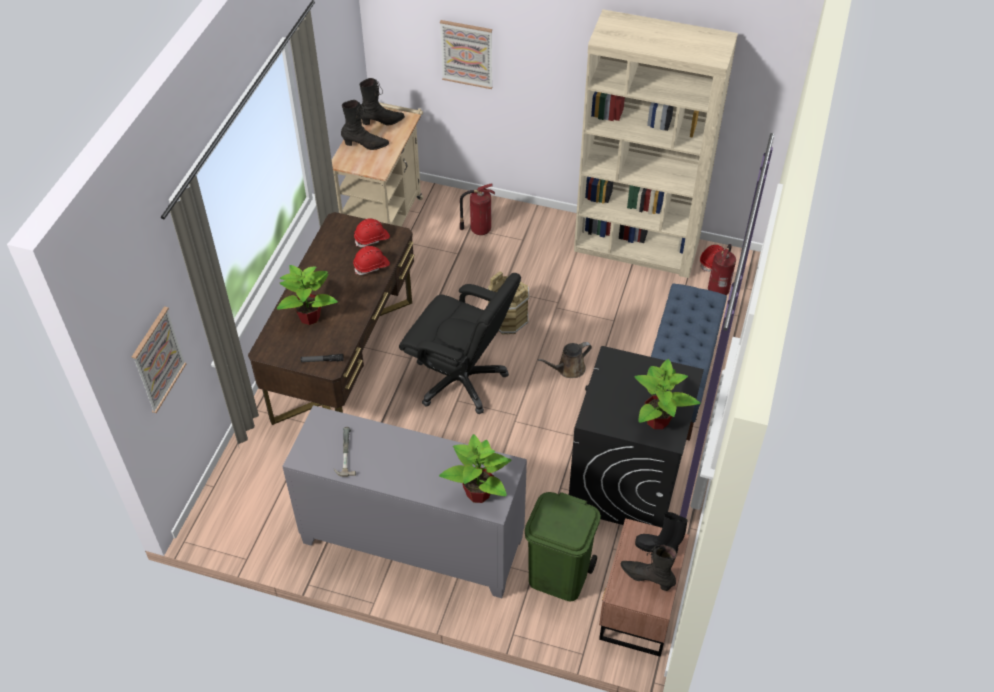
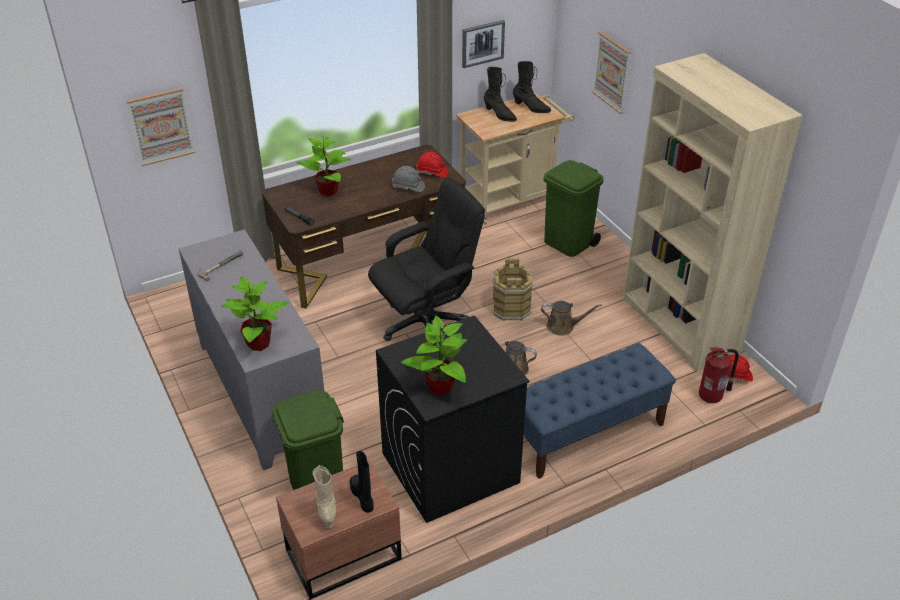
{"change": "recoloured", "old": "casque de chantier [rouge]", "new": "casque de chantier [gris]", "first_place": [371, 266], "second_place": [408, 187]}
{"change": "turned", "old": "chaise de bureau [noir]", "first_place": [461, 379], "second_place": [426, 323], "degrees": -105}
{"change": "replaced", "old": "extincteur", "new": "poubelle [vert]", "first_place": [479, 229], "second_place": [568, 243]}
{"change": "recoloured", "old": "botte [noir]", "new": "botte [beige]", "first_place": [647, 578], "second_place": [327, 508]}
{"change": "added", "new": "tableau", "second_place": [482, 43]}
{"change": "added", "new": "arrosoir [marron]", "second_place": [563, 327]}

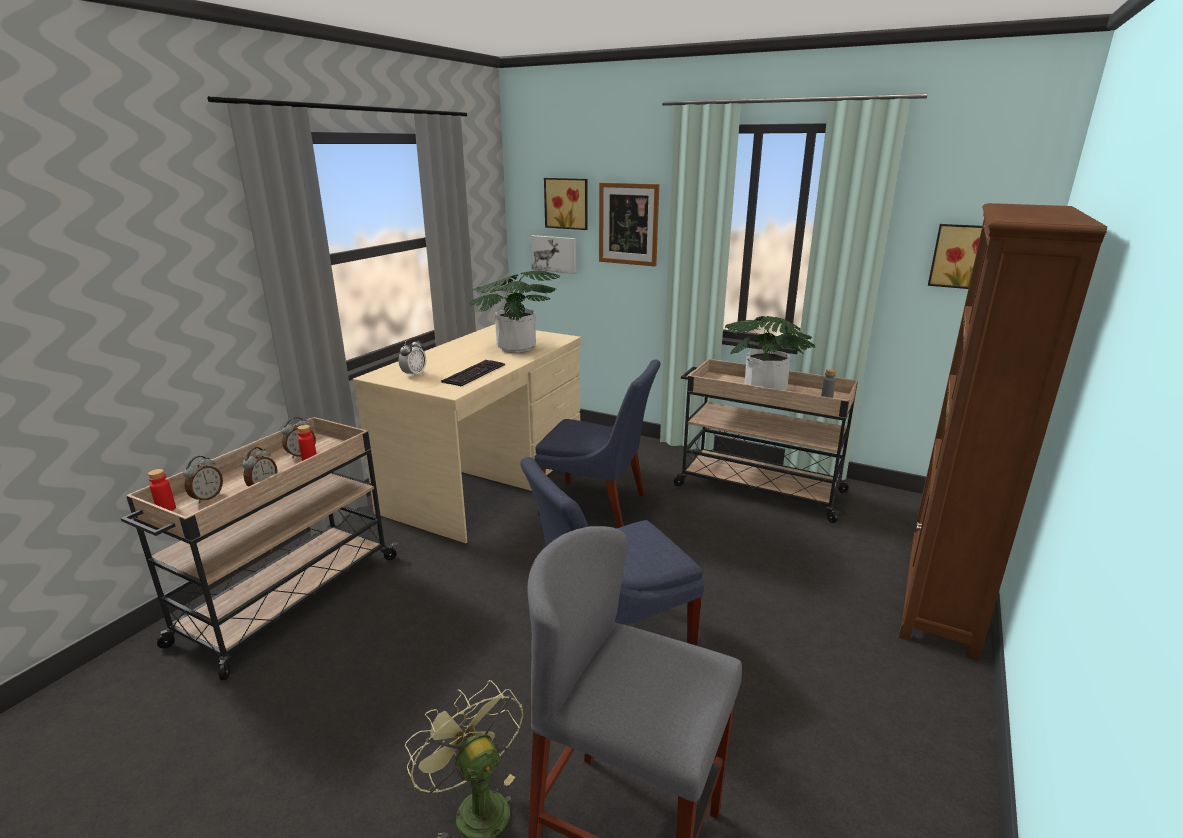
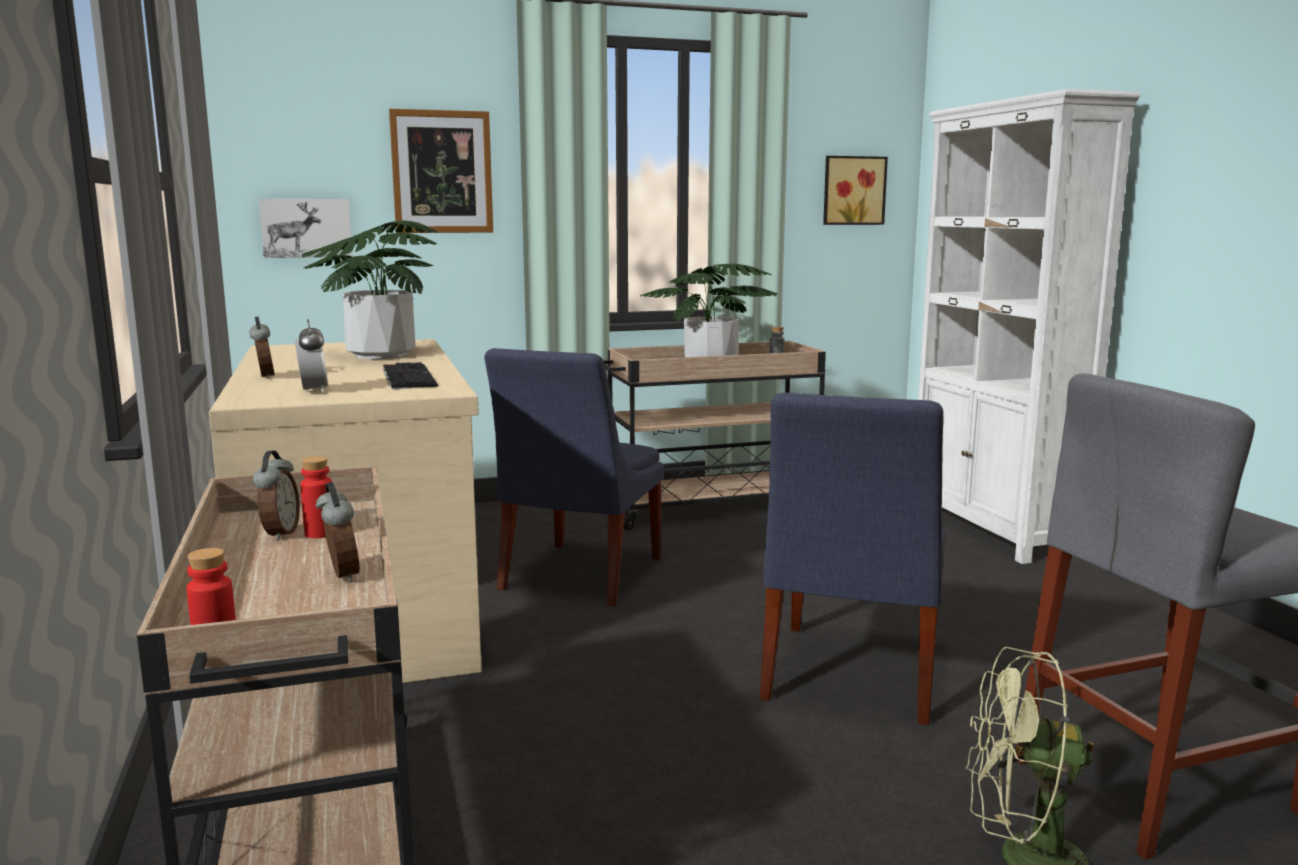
{"change": "moved", "old": "réveil", "first_place": [207, 497], "second_place": [264, 377]}
{"change": "turned", "old": "chaise [bleu]", "first_place": [598, 506], "second_place": [578, 576], "degrees": 135}
{"change": "removed", "old": "tableau", "first_place": [567, 203]}
{"change": "recoloured", "old": "bibliothèque [marron]", "new": "bibliothèque [blanc]", "first_place": [940, 597], "second_place": [992, 529]}

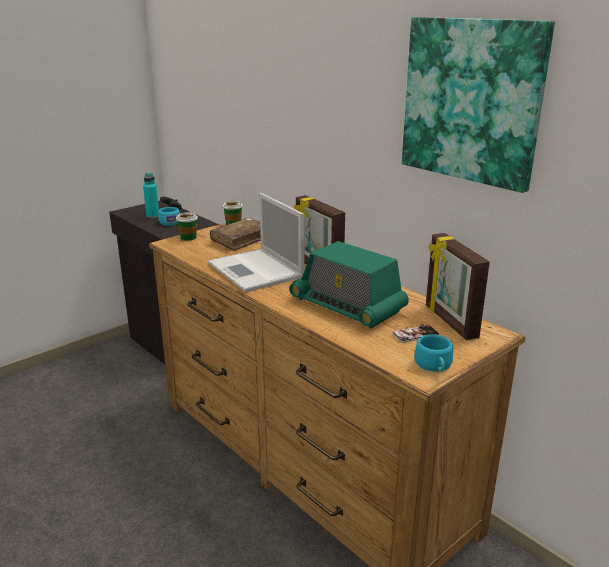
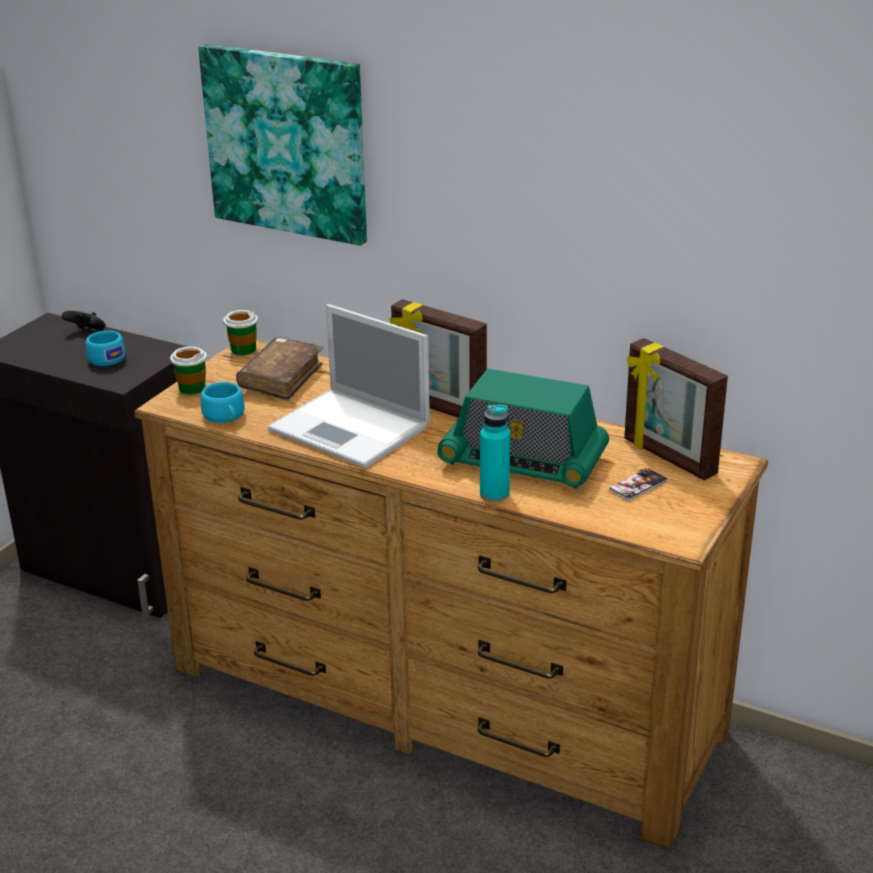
{"change": "moved", "old": "bouteille [turquoise]", "first_place": [153, 216], "second_place": [494, 494]}
{"change": "moved", "old": "tableau", "first_place": [472, 101], "second_place": [287, 142]}
{"change": "moved", "old": "tasse [turquoise]", "first_place": [434, 366], "second_place": [225, 417]}

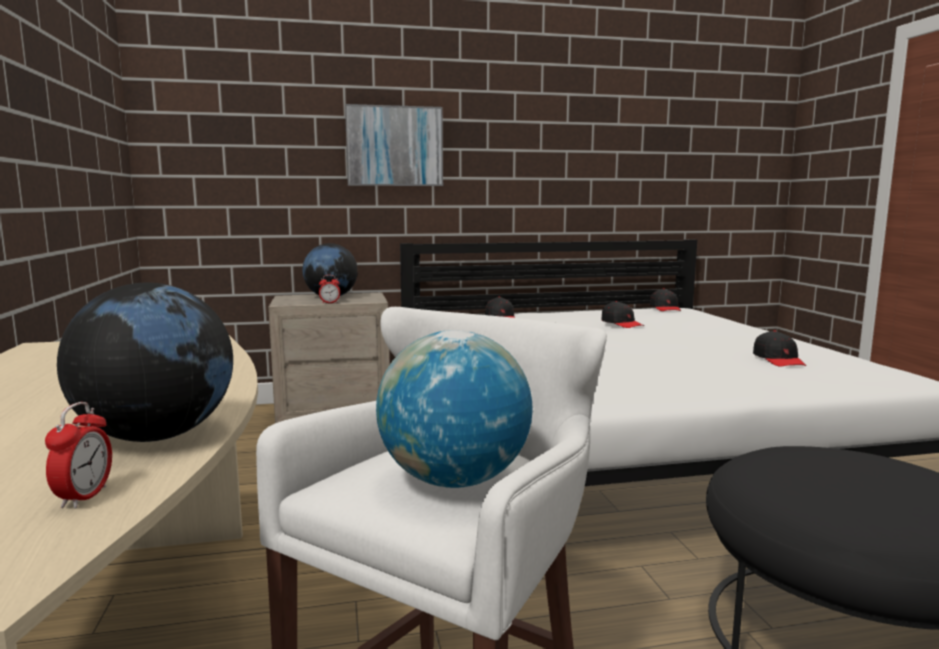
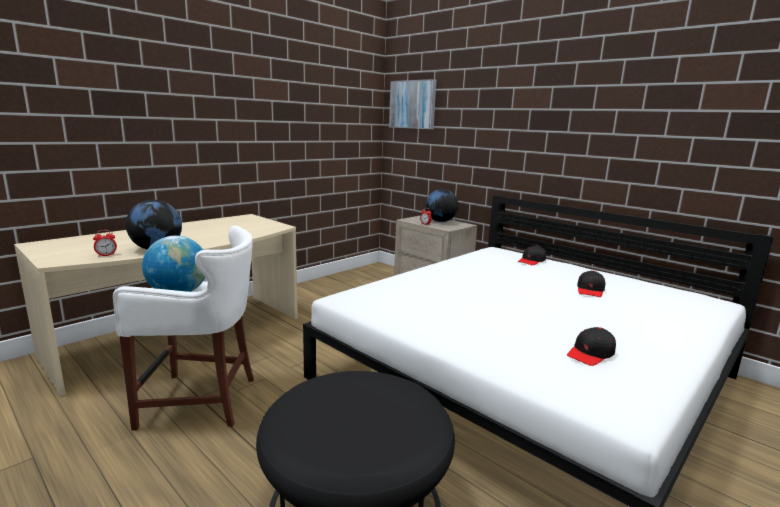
{"change": "moved", "old": "tableau", "first_place": [394, 146], "second_place": [412, 104]}
{"change": "removed", "old": "casquette [noir]", "first_place": [665, 308]}

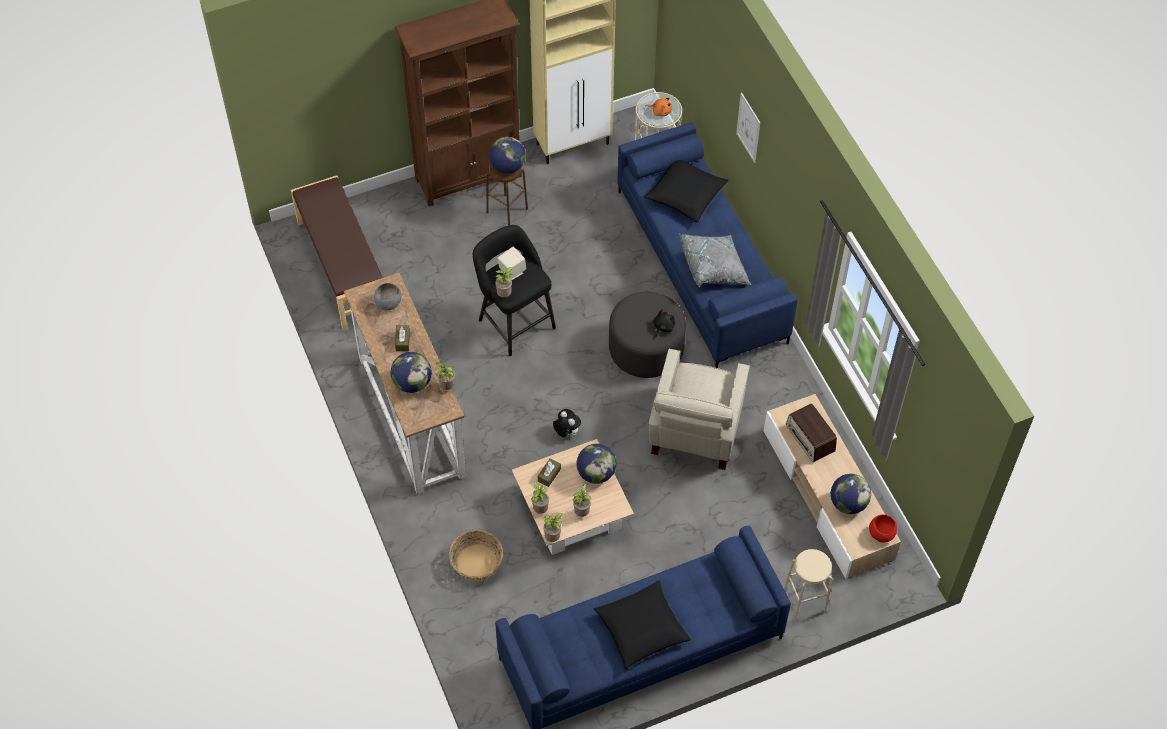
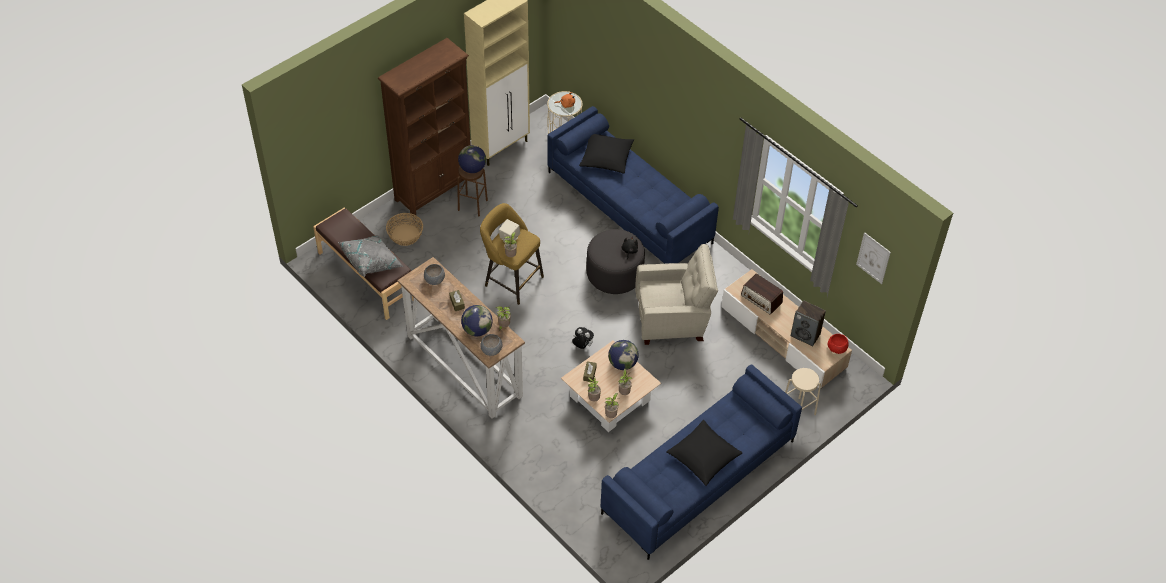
{"change": "moved", "old": "panier", "first_place": [477, 562], "second_place": [405, 235]}
{"change": "recoloured", "old": "tabouret [noir]", "new": "tabouret [jaune]", "first_place": [514, 321], "second_place": [511, 280]}
{"change": "turned", "old": "fauteuil [beige]", "first_place": [694, 432], "second_place": [673, 320], "degrees": -90}
{"change": "moved", "old": "coussin [gris]", "first_place": [714, 268], "second_place": [372, 262]}
{"change": "moved", "old": "tableau", "first_place": [748, 127], "second_place": [873, 258]}
{"change": "replaced", "old": "globe", "new": "enceinte", "first_place": [848, 503], "second_place": [805, 335]}
{"change": "added", "new": "bol [gris]", "second_place": [491, 350]}

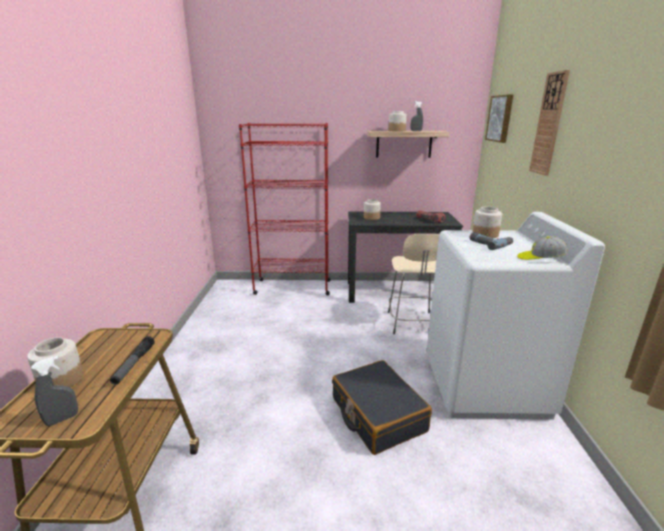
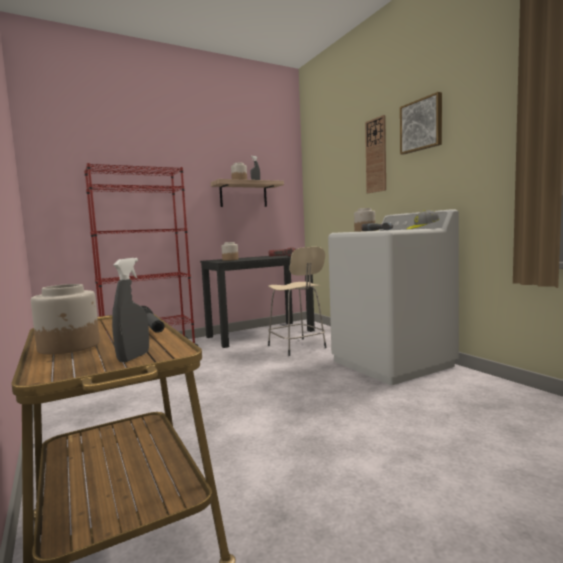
{"change": "removed", "old": "valise [noir]", "first_place": [377, 415]}
{"change": "moved", "old": "tableau", "first_place": [500, 118], "second_place": [421, 125]}

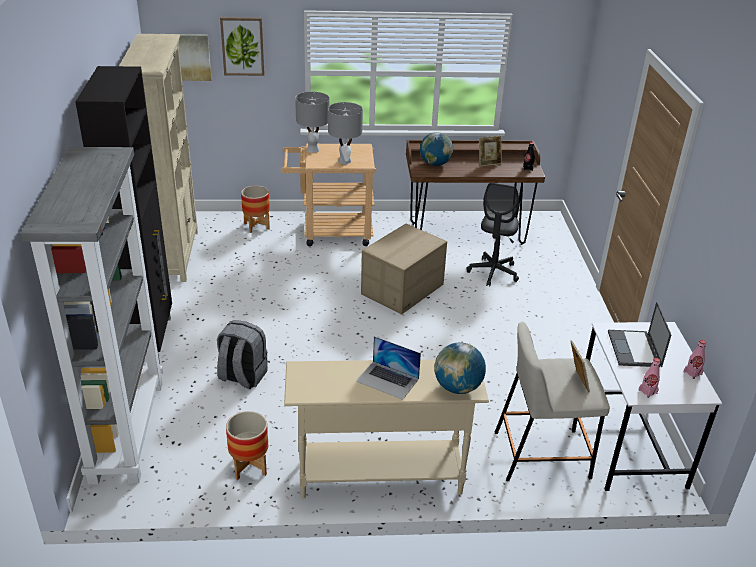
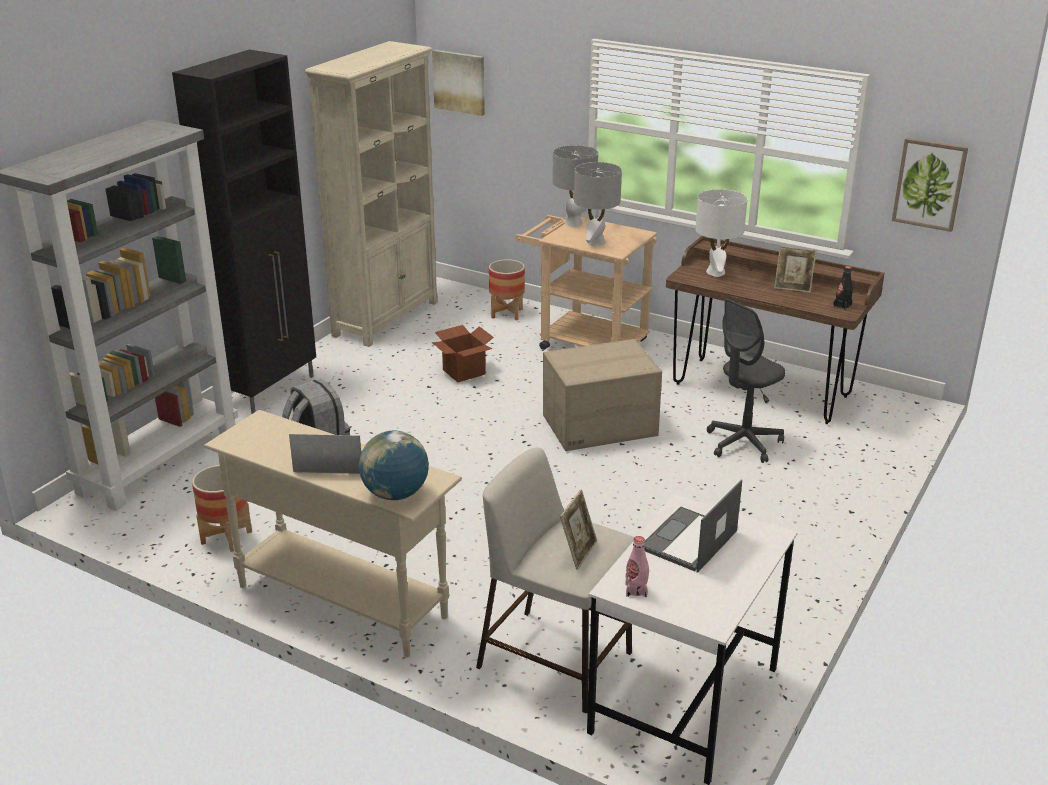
{"change": "moved", "old": "tableau", "first_place": [242, 46], "second_place": [929, 184]}
{"change": "turned", "old": "ordinateur portable", "first_place": [387, 380], "second_place": [332, 460], "degrees": 120}
{"change": "replaced", "old": "globe", "new": "lampe de table [blanc]", "first_place": [435, 164], "second_place": [716, 272]}
{"change": "removed", "old": "bouteille [rose]", "first_place": [692, 373]}
{"change": "added", "new": "carton", "second_place": [464, 372]}

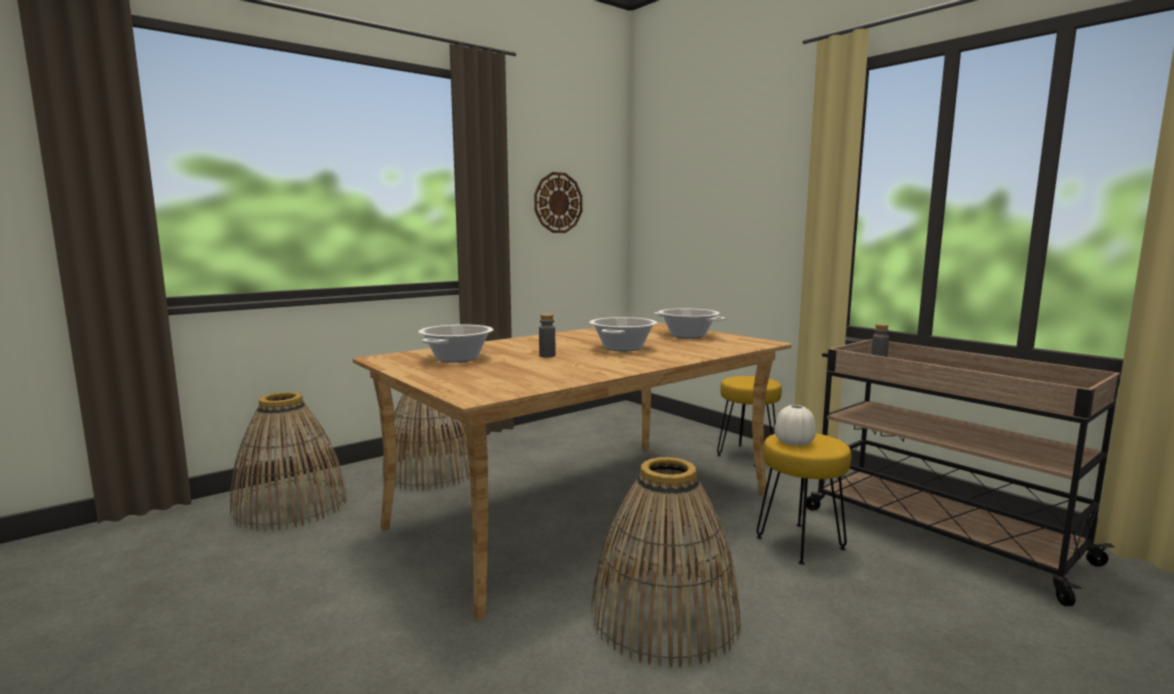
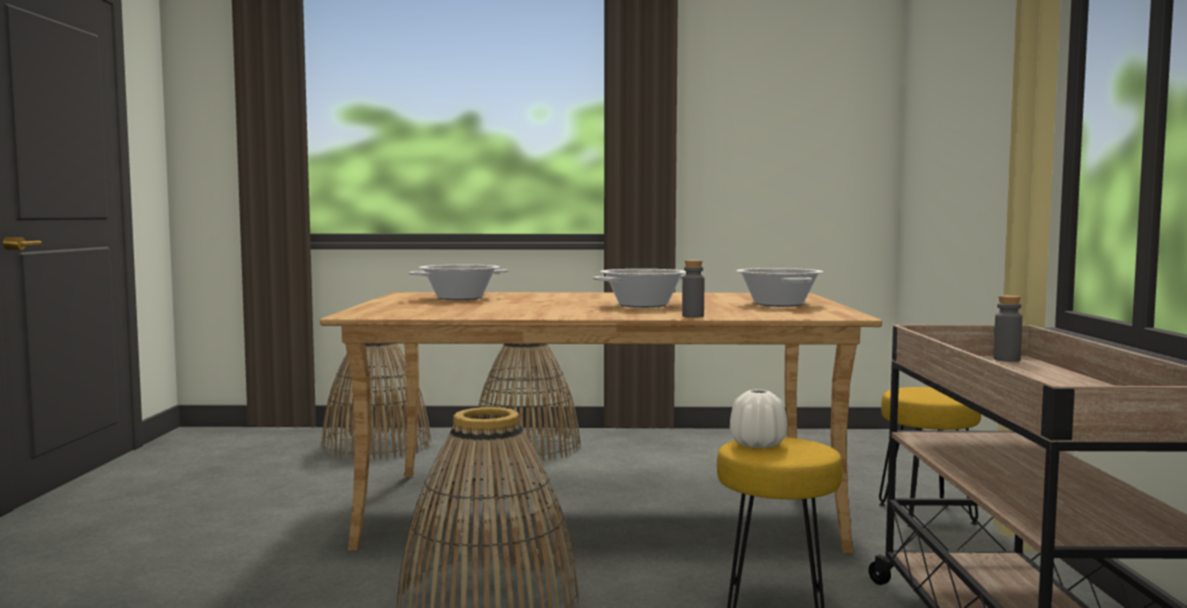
{"change": "removed", "old": "horloge murale", "first_place": [558, 203]}
{"change": "moved", "old": "bouteille [gris]", "first_place": [547, 355], "second_place": [693, 316]}

